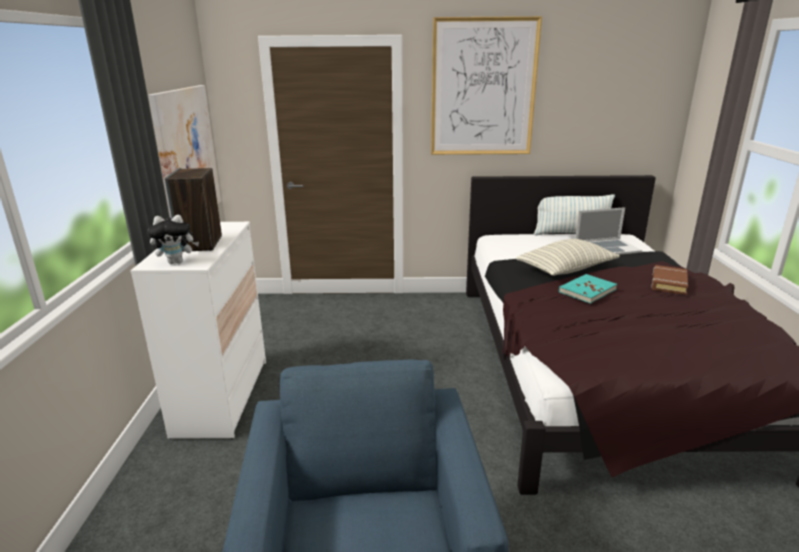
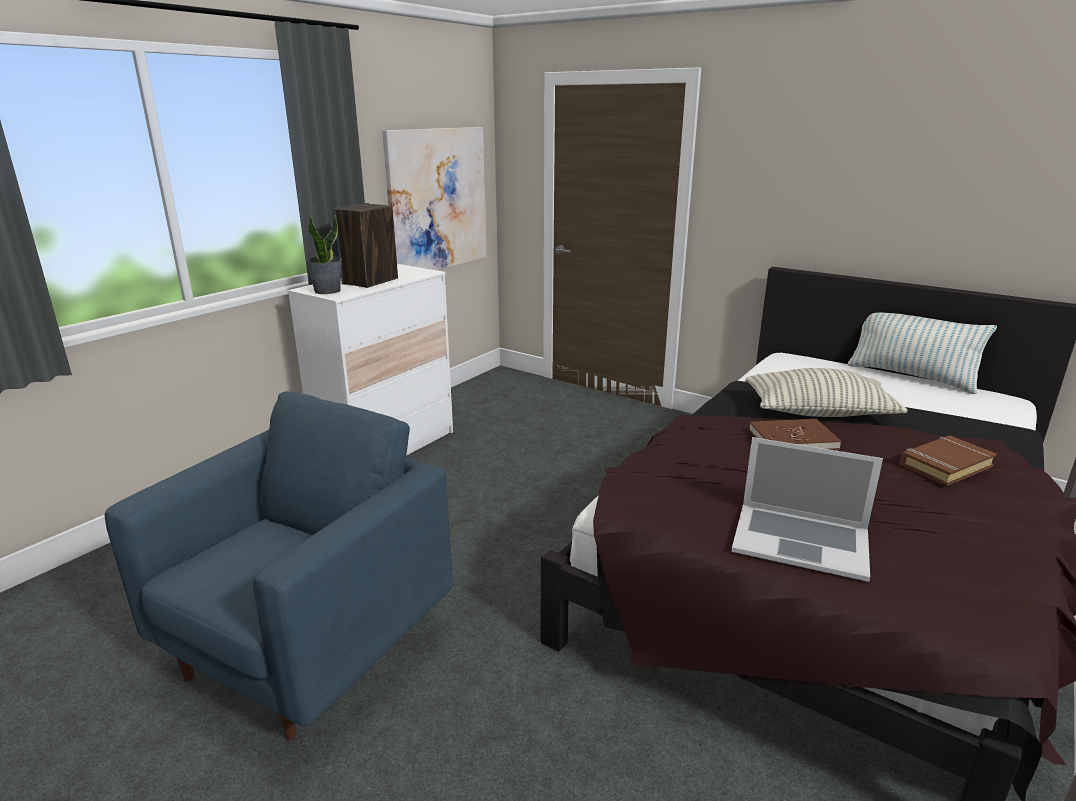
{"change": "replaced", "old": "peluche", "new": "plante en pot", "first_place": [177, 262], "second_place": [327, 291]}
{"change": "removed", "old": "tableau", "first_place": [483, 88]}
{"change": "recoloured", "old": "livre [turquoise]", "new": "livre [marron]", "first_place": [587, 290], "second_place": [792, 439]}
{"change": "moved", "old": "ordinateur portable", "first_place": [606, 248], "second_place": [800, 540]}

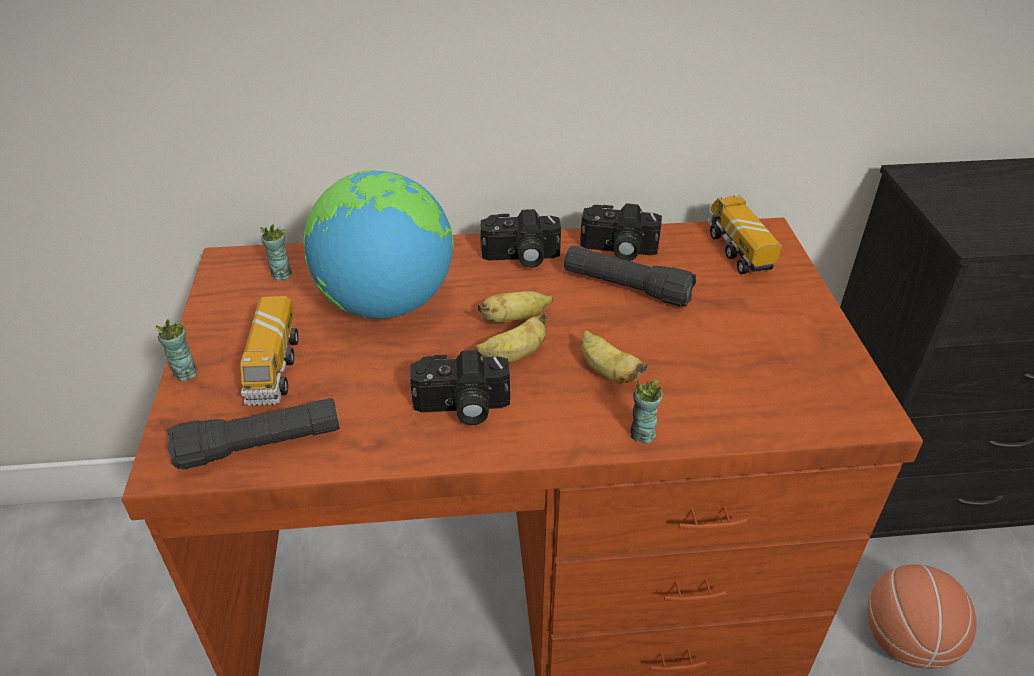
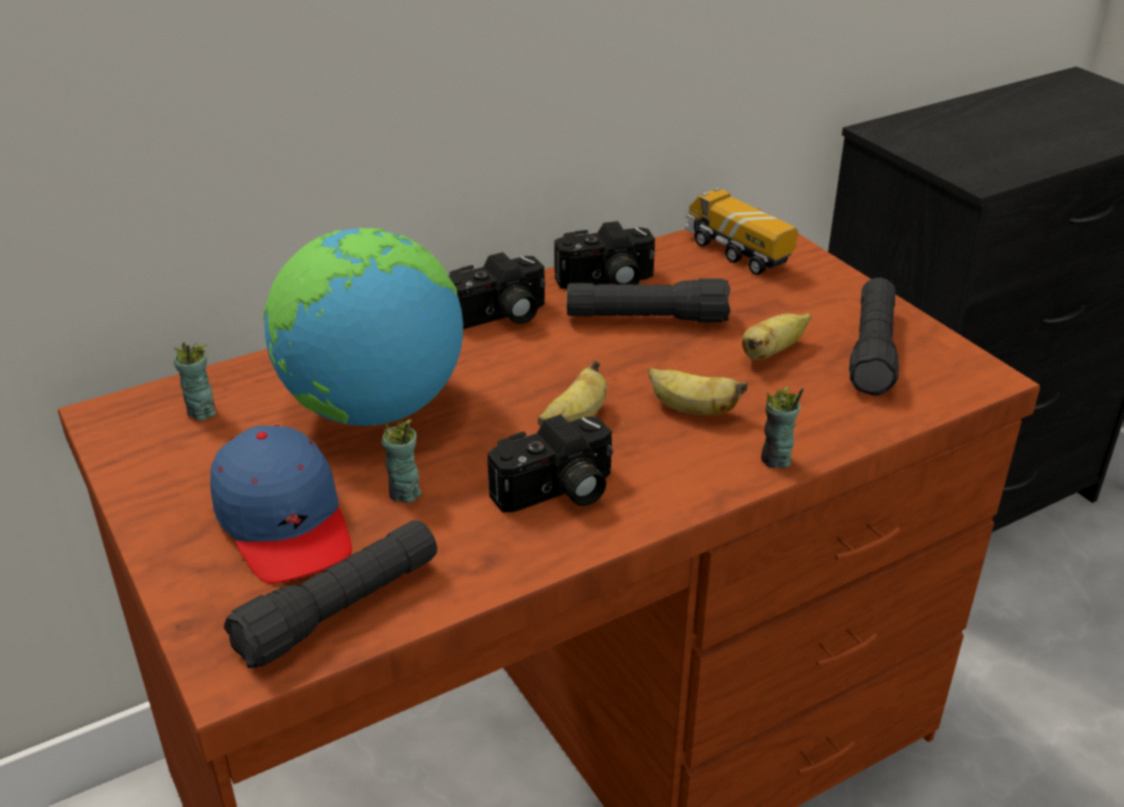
{"change": "moved", "old": "tasse", "first_place": [185, 373], "second_place": [404, 493]}
{"change": "replaced", "old": "camion jouet", "new": "casquette [bleu]", "first_place": [273, 369], "second_place": [284, 521]}
{"change": "moved", "old": "banane", "first_place": [514, 319], "second_place": [772, 352]}
{"change": "removed", "old": "ballon de basket", "first_place": [905, 640]}
{"change": "added", "new": "lampe de poche [noir]", "second_place": [872, 351]}

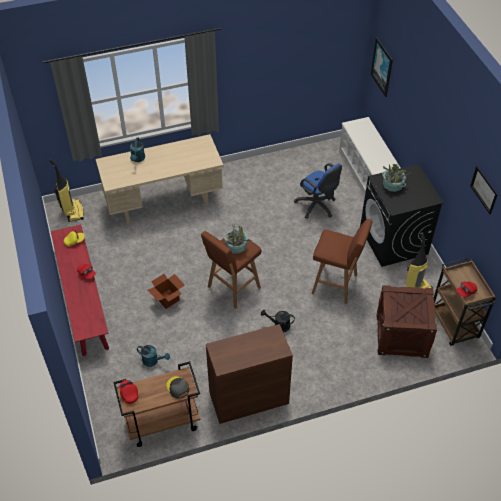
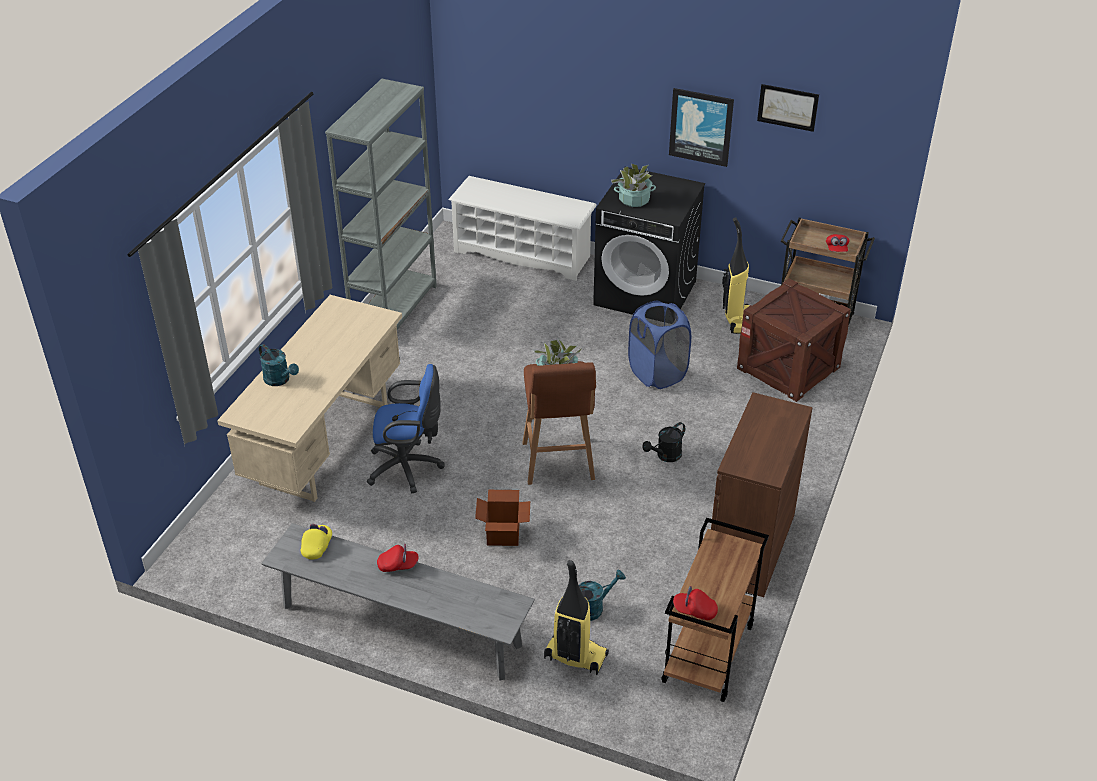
{"change": "moved", "old": "aspirateur", "first_place": [73, 211], "second_place": [574, 657]}
{"change": "recoloured", "old": "banc [rouge]", "new": "banc [gris]", "first_place": [83, 301], "second_place": [400, 626]}
{"change": "removed", "old": "casquette [gris]", "first_place": [177, 387]}
{"change": "moved", "old": "chaise de bureau [bleu]", "first_place": [317, 206], "second_place": [408, 468]}
{"change": "replaced", "old": "tabouret [marron]", "new": "panier à linge [bleu]", "first_place": [336, 284], "second_place": [657, 373]}
{"change": "moved", "old": "tableau", "first_place": [382, 67], "second_place": [701, 126]}
{"change": "added", "new": "bibliothèque [gris]", "second_place": [394, 310]}

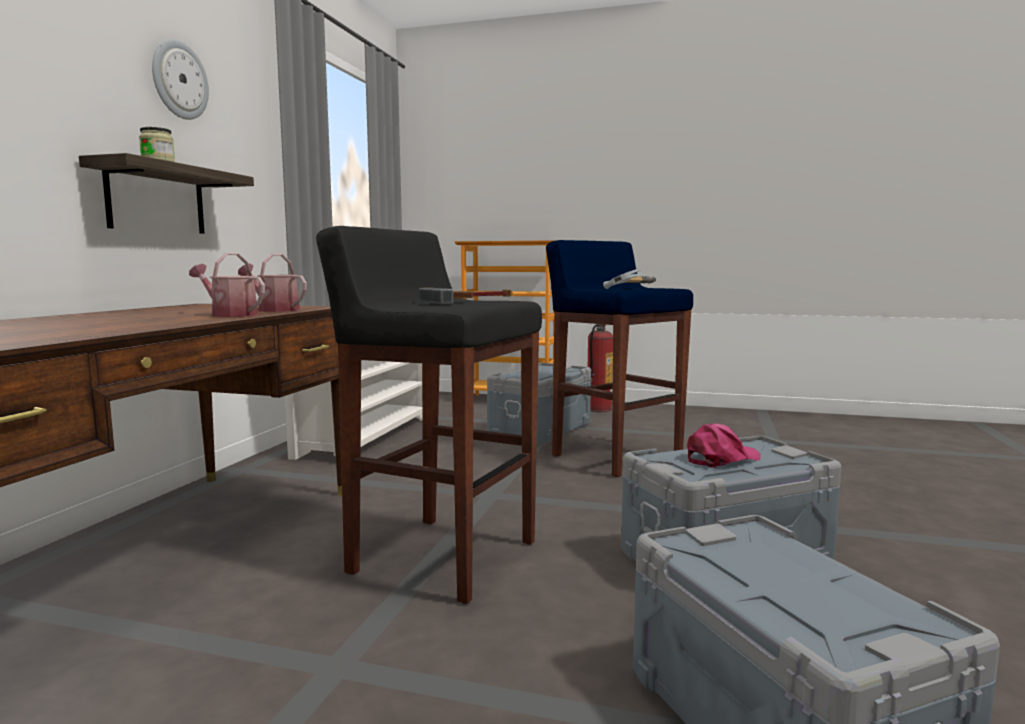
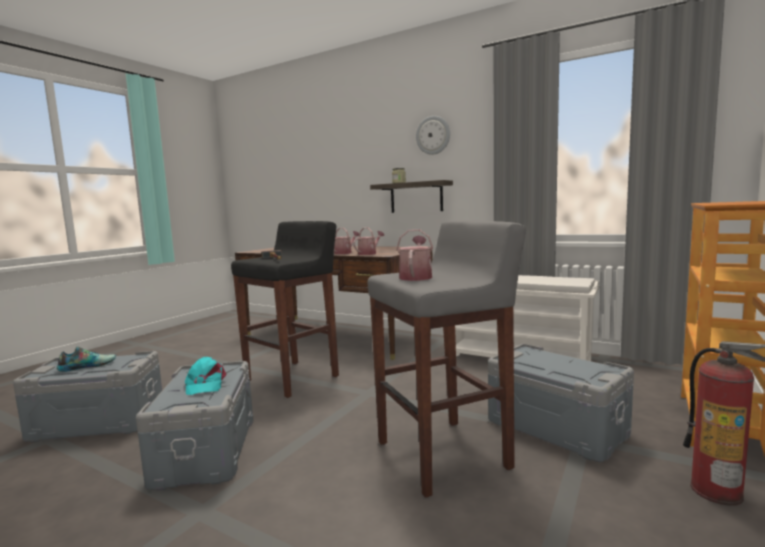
{"change": "recoloured", "old": "tabouret [bleu]", "new": "tabouret [gris]", "first_place": [615, 456], "second_place": [444, 454]}
{"change": "replaced", "old": "marteau", "new": "arrosoir", "first_place": [631, 288], "second_place": [416, 277]}
{"change": "recoloured", "old": "casquette [rose]", "new": "casquette [turquoise]", "first_place": [721, 459], "second_place": [205, 384]}
{"change": "added", "new": "chaussure", "second_place": [88, 366]}

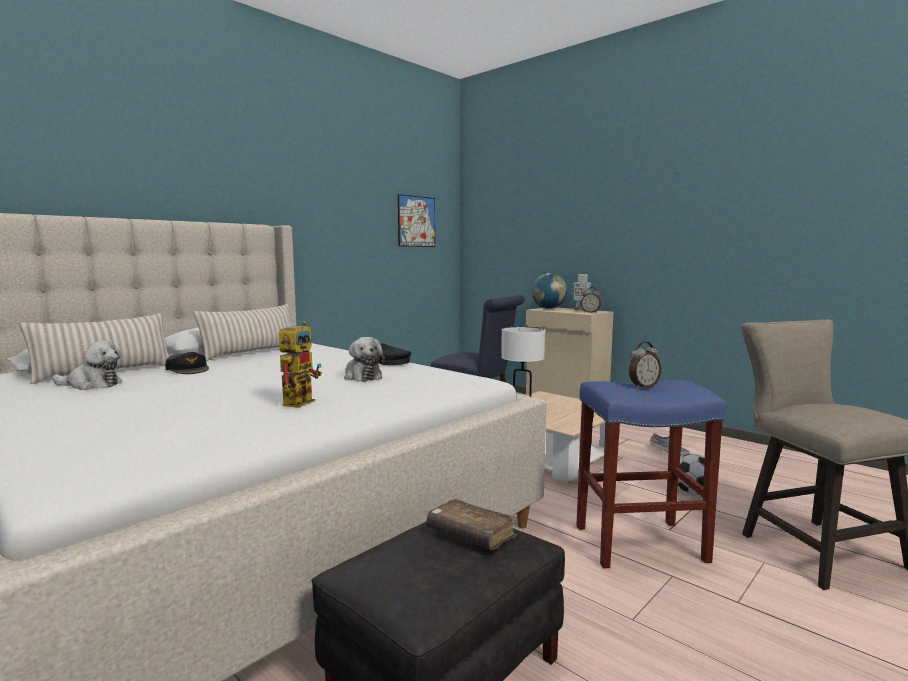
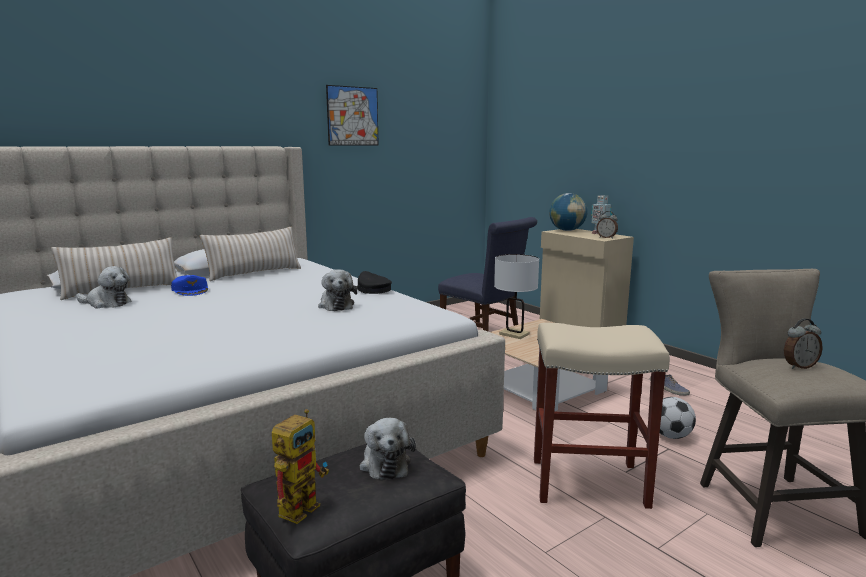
{"change": "recoloured", "old": "casquette [noir]", "new": "casquette [bleu]", "first_place": [188, 369], "second_place": [191, 290]}
{"change": "moved", "old": "robot jouet", "first_place": [300, 401], "second_place": [302, 505]}
{"change": "moved", "old": "tableau", "first_place": [416, 221], "second_place": [352, 116]}
{"change": "replaced", "old": "livre [marron]", "new": "peluche", "first_place": [471, 535], "second_place": [385, 463]}
{"change": "recoloured", "old": "tabouret [bleu]", "new": "tabouret [beige]", "first_place": [638, 544], "second_place": [587, 483]}
{"change": "moved", "old": "réveil", "first_place": [643, 386], "second_place": [799, 366]}

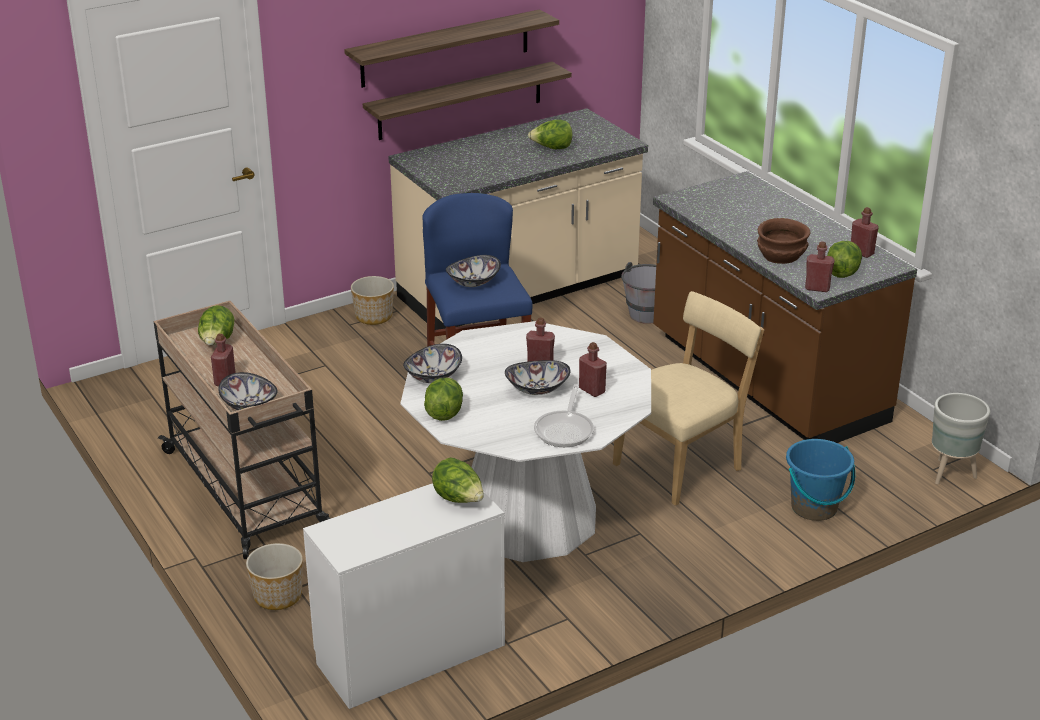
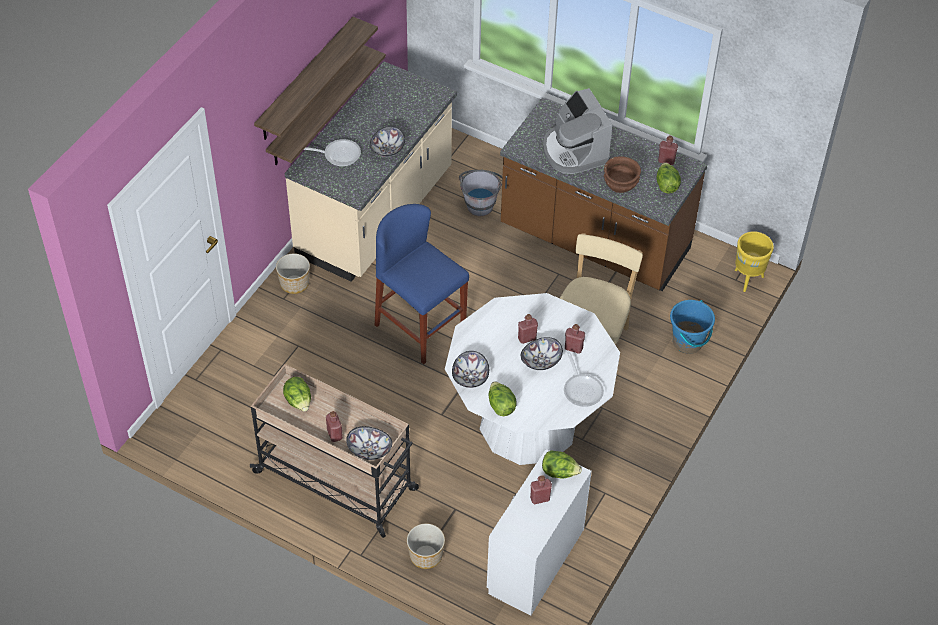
{"change": "moved", "old": "bol", "first_place": [473, 282], "second_place": [387, 149]}
{"change": "removed", "old": "laitue", "first_place": [552, 148]}
{"change": "moved", "old": "bouteille [rouge]", "first_place": [817, 288], "second_place": [540, 498]}
{"change": "recoloured", "old": "cache-pot [gris]", "new": "cache-pot [jaune]", "first_place": [951, 474], "second_place": [748, 279]}
{"change": "added", "new": "poêle", "second_place": [338, 155]}
{"change": "added", "new": "machine à café", "second_place": [574, 151]}

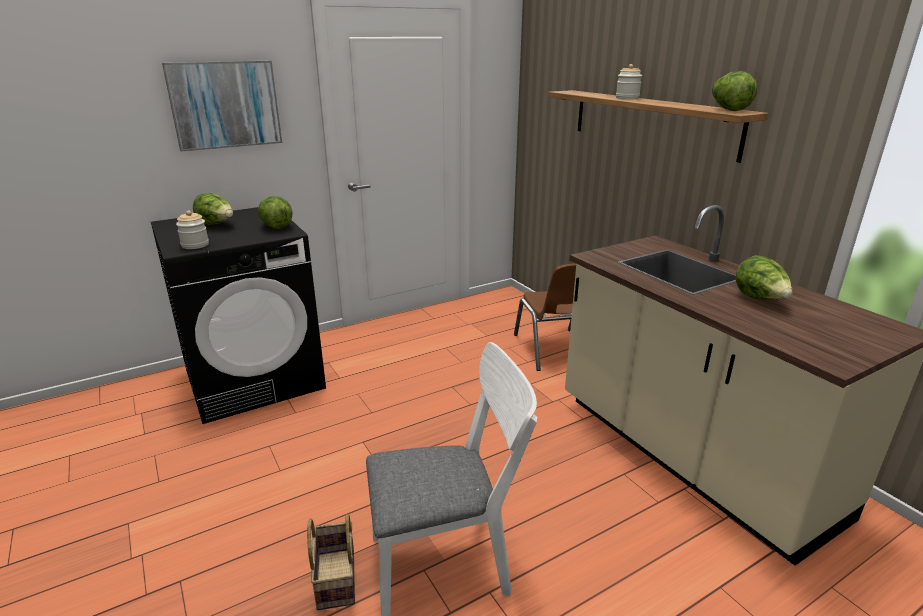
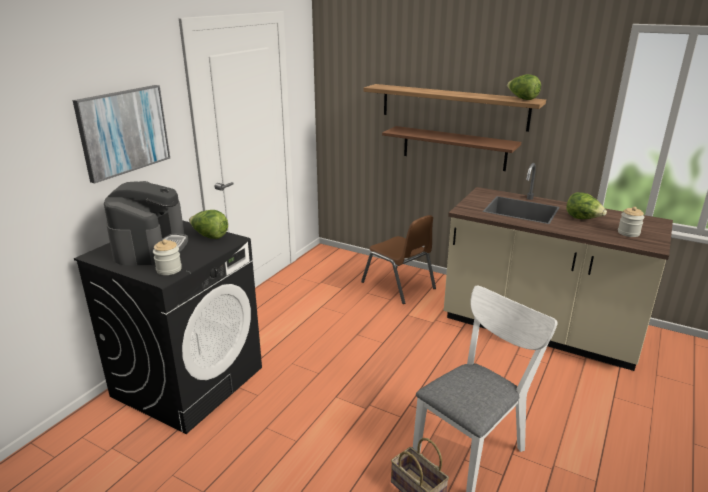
{"change": "replaced", "old": "laitue", "new": "machine à café", "first_place": [217, 225], "second_place": [151, 247]}
{"change": "moved", "old": "bocal", "first_place": [627, 98], "second_place": [628, 233]}
{"change": "added", "new": "étagère [marron]", "second_place": [454, 148]}

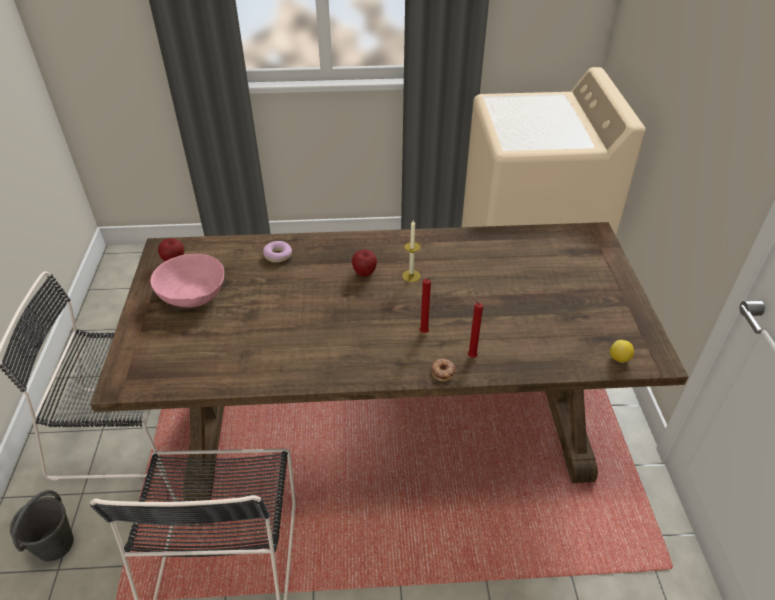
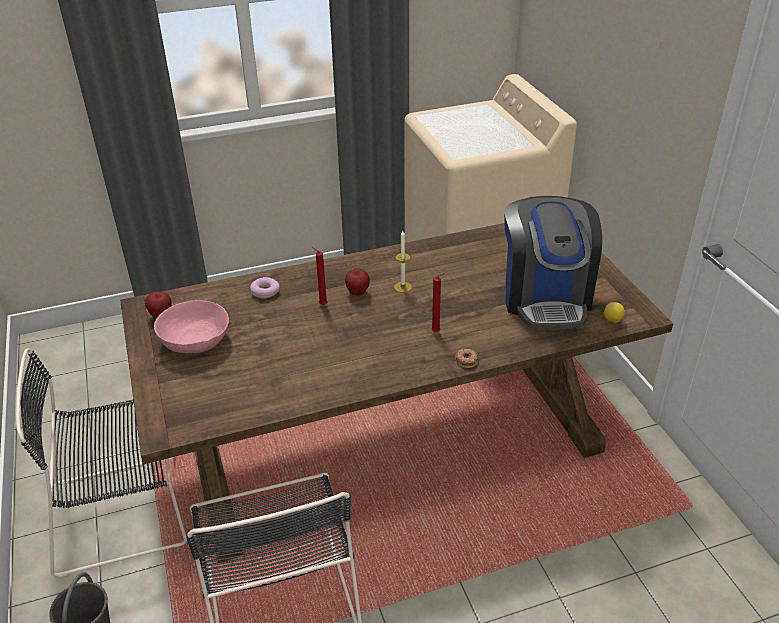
{"change": "moved", "old": "bougie [rouge]", "first_place": [470, 356], "second_place": [322, 305]}
{"change": "added", "new": "machine à café", "second_place": [545, 297]}

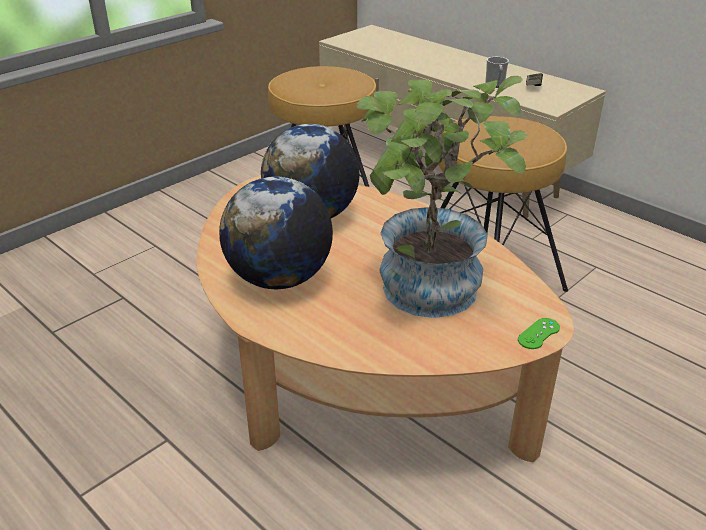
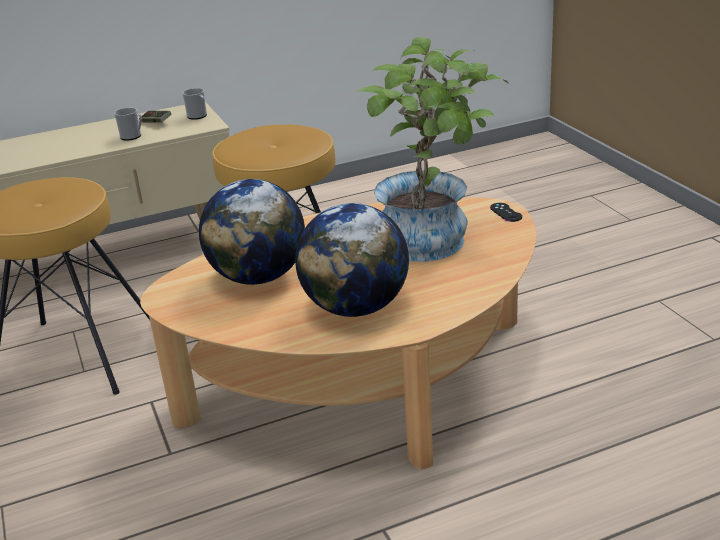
{"change": "recoloured", "old": "manette [vert]", "new": "manette [noir]", "first_place": [538, 333], "second_place": [506, 212]}
{"change": "added", "new": "mug", "second_place": [198, 116]}

